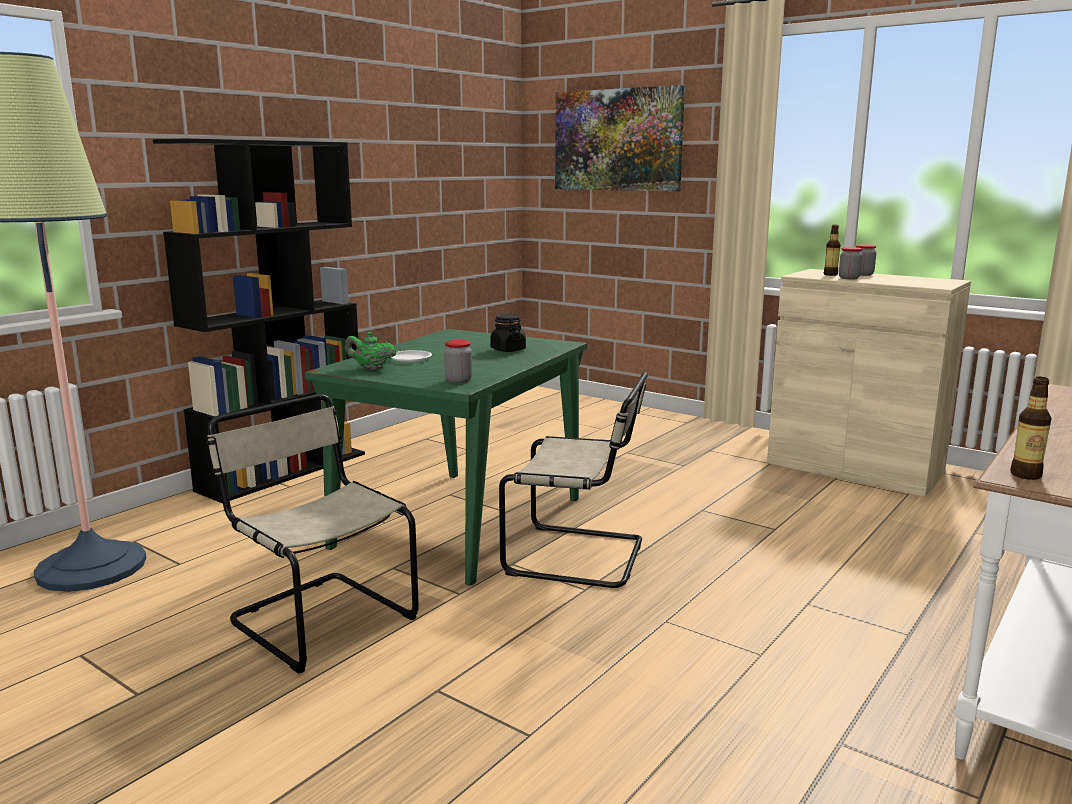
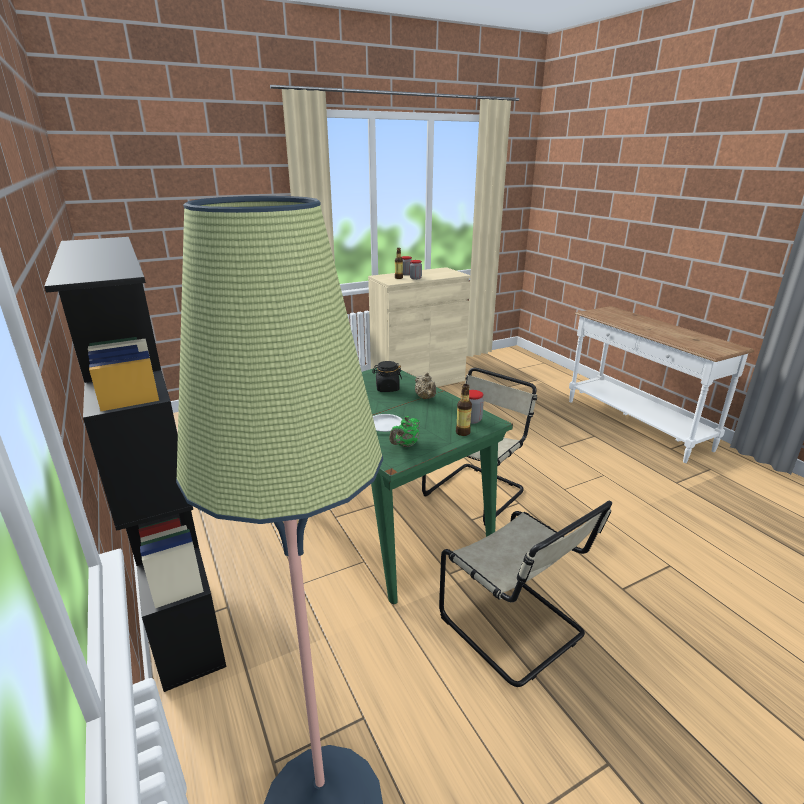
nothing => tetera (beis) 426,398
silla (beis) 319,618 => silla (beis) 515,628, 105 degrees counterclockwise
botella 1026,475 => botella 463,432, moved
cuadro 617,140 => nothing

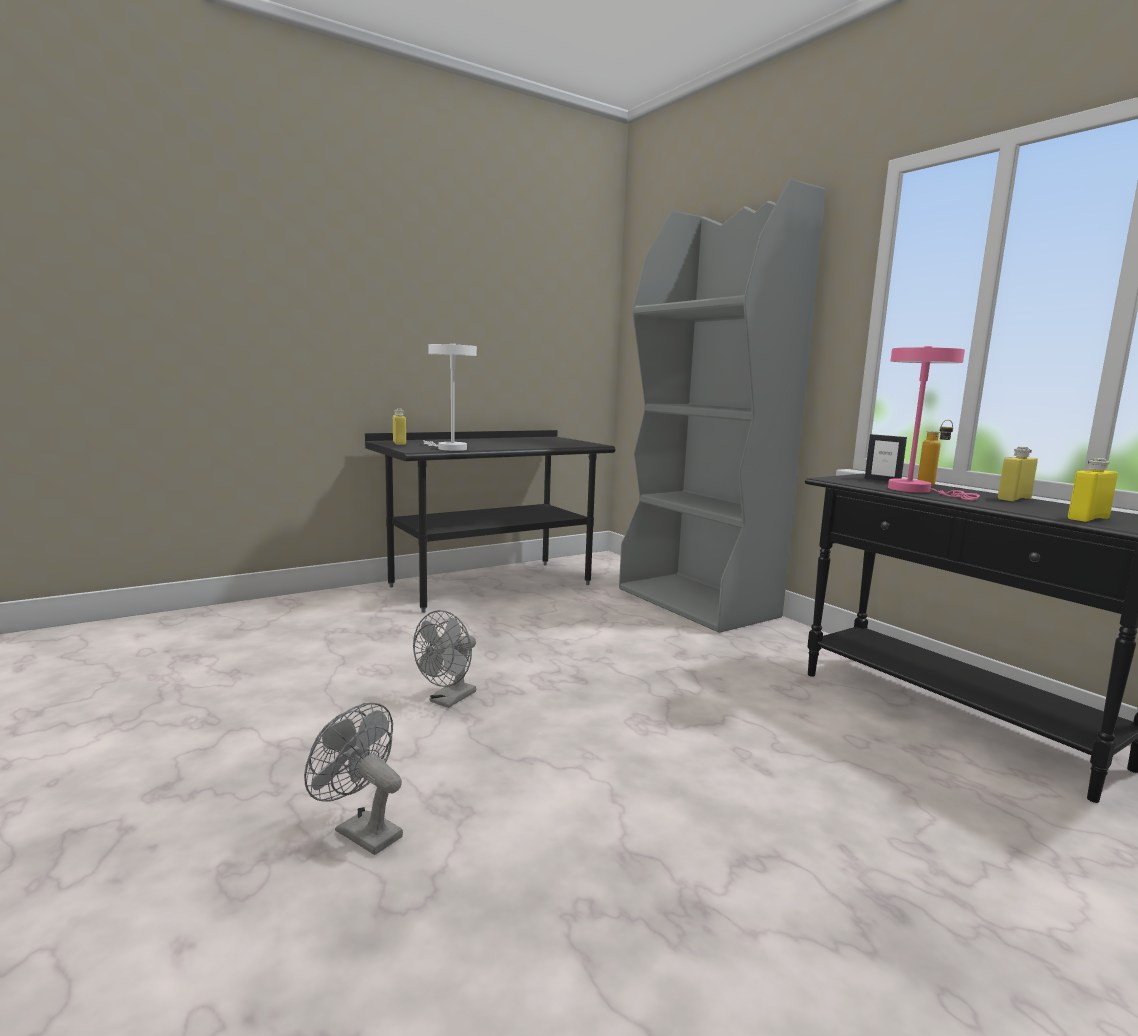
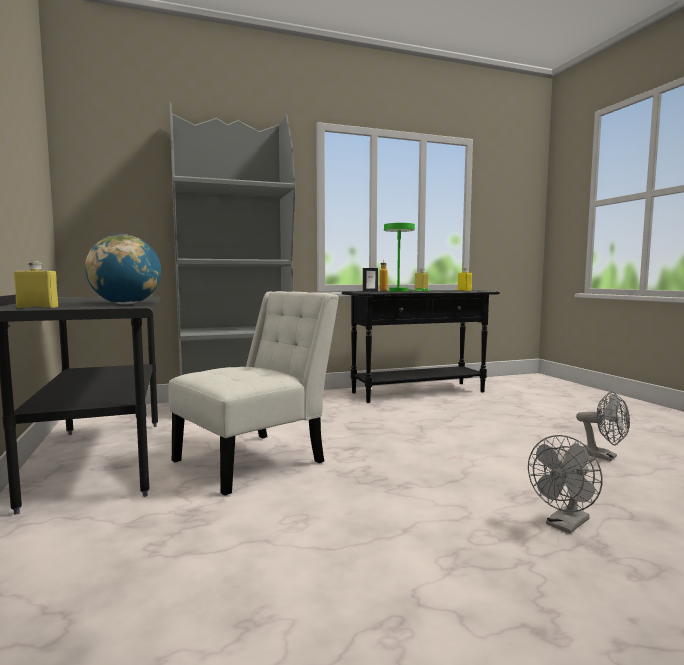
lámpara de mesa (blanco) 448,448 => globo terráqueo 126,304
nothing => silla (blanco) 256,459
lámpara de mesa (rosa) 916,490 => lámpara de mesa (verde) 401,291
ventilador (gris) 448,700 => ventilador (gris) 603,456, moved

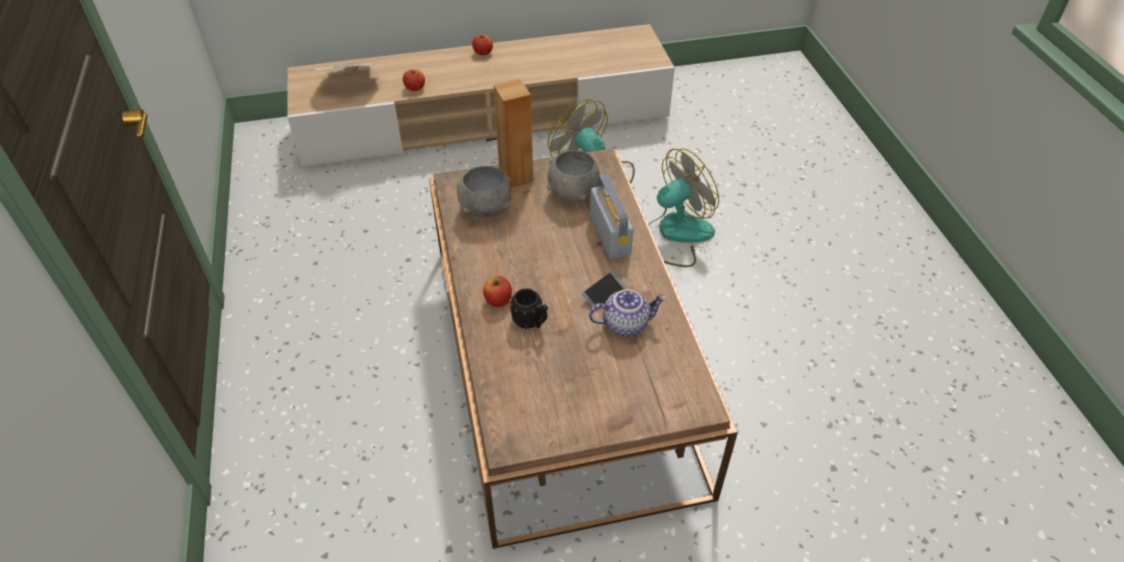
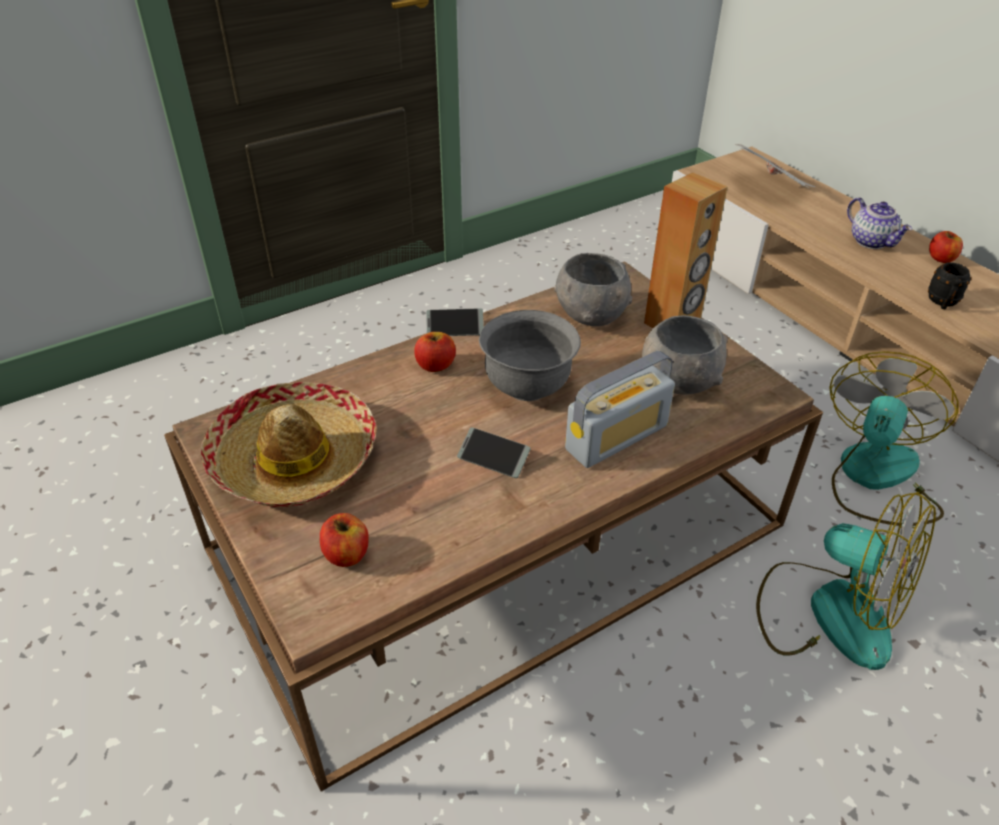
nothing => sombrero 294,458
manzana 415,88 => manzana 347,554, moved
nothing => móvil 455,328
nothing => cuenco (gris) 528,386
tetera 625,323 => tetera 872,241, moved
taza grande (negro) 531,322 => taza grande (negro) 942,303, moved

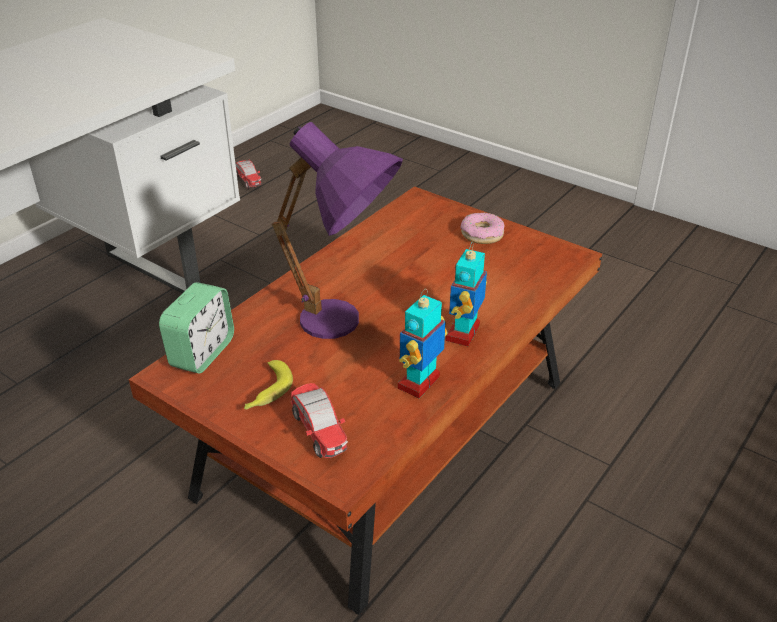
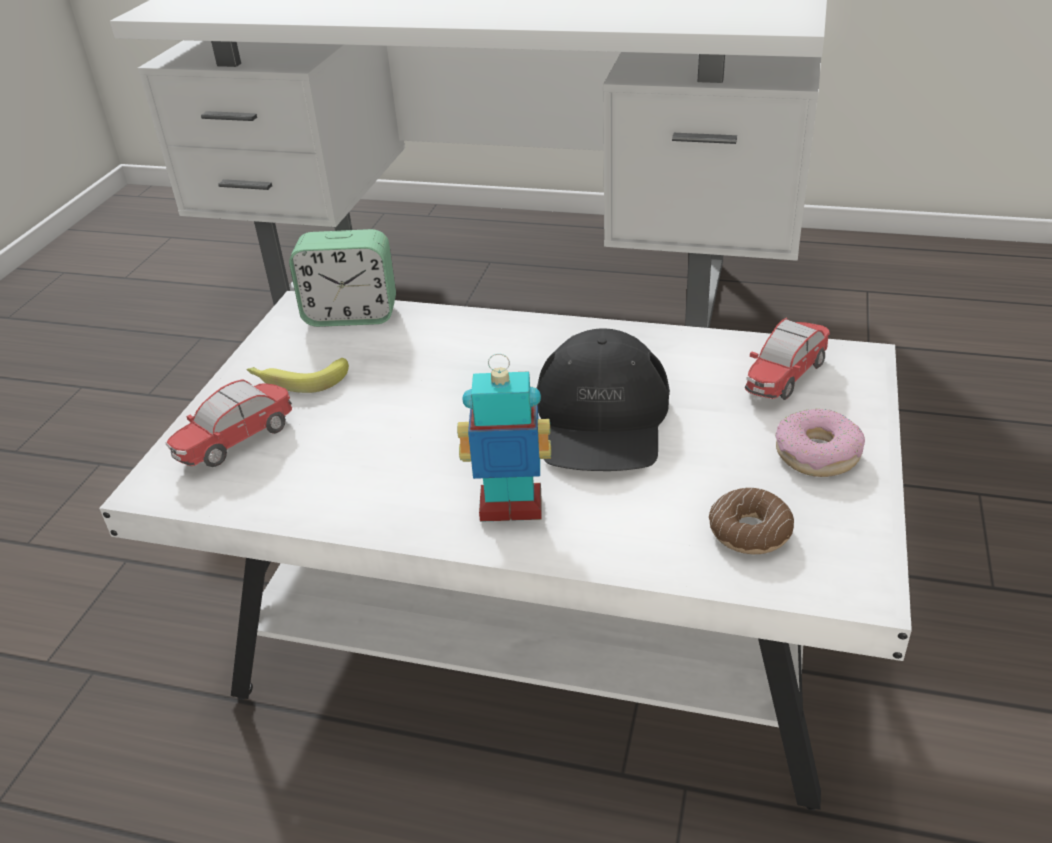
mesa de centro (marrón) 388,441 => mesa de centro (blanco) 543,624
nothing => gorra (negro) 602,420
nothing => rosquilla 750,531
coche de juguete 248,181 => coche de juguete 786,378, moved
lámpara de mesa (morado) 346,330 => nothing
robot de juguete 420,383 => nothing

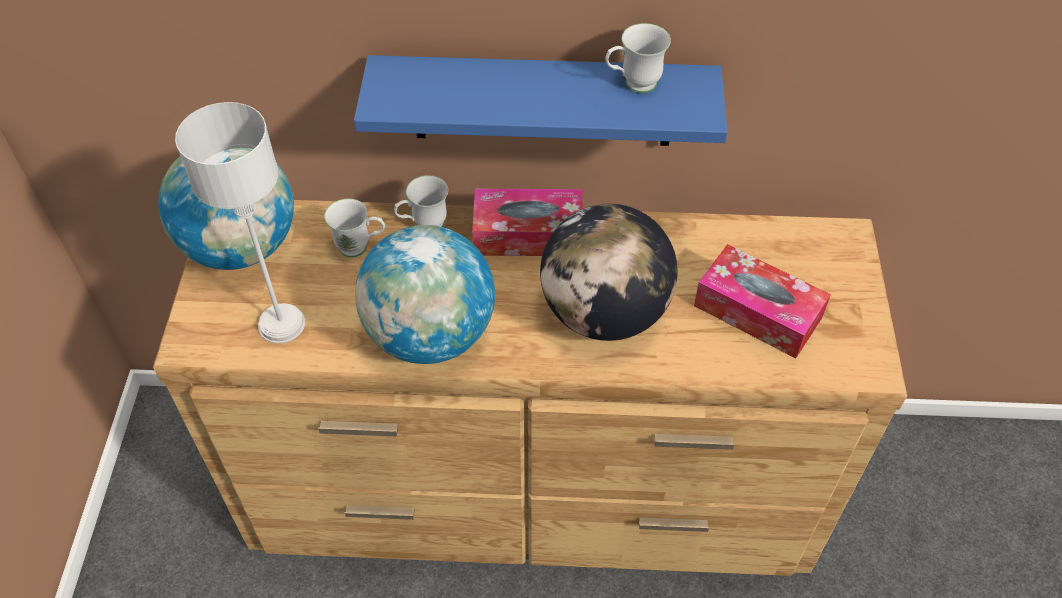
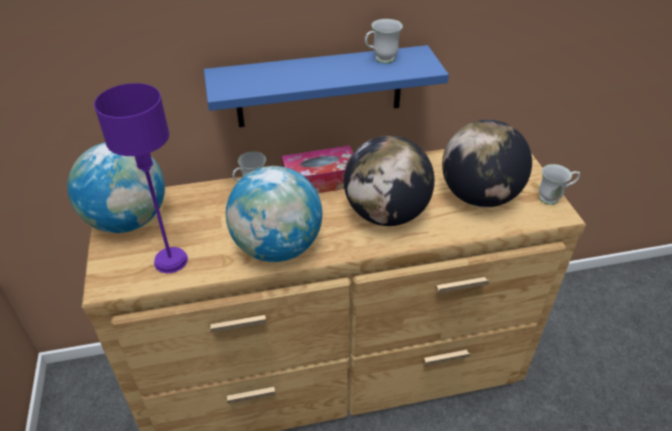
lámpara de mesa (gris) 281,324 => lámpara de mesa (morado) 170,260
caja de pañuelos 757,312 => globo terráqueo 479,196
taza grande (blanco) 360,248 => taza grande (blanco) 553,198, moved

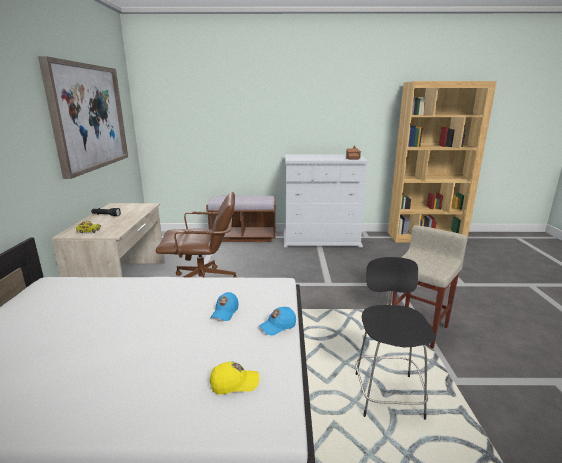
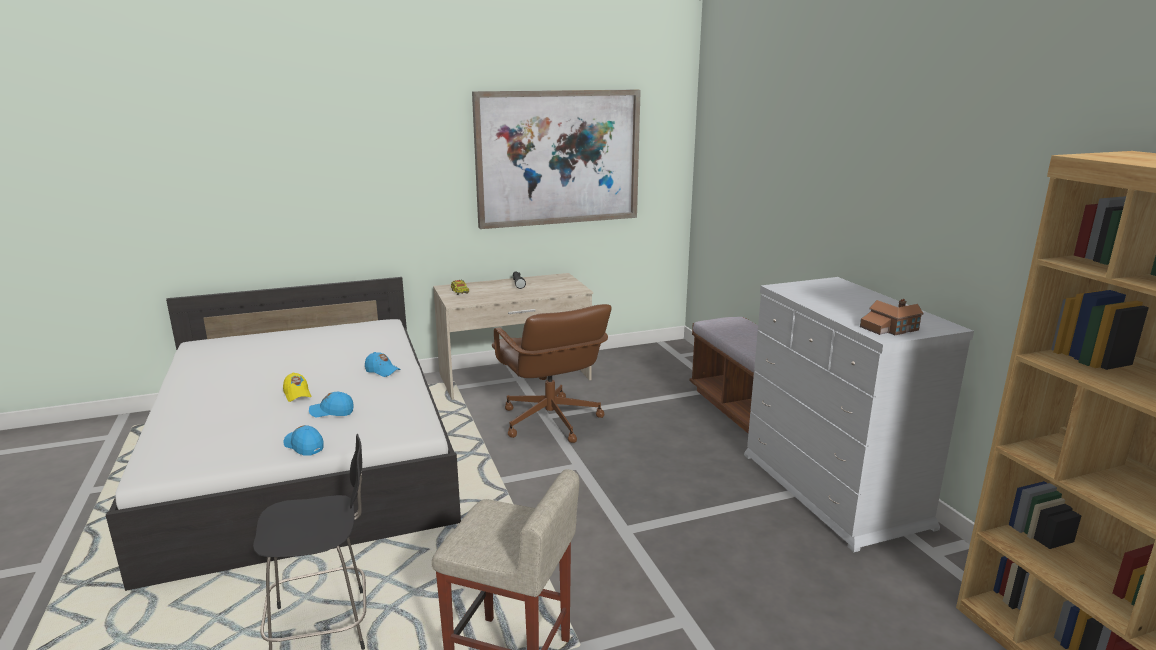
gorra (amarillo) 235,383 => gorra (amarillo) 297,394, moved
nothing => gorra (azul) 382,371

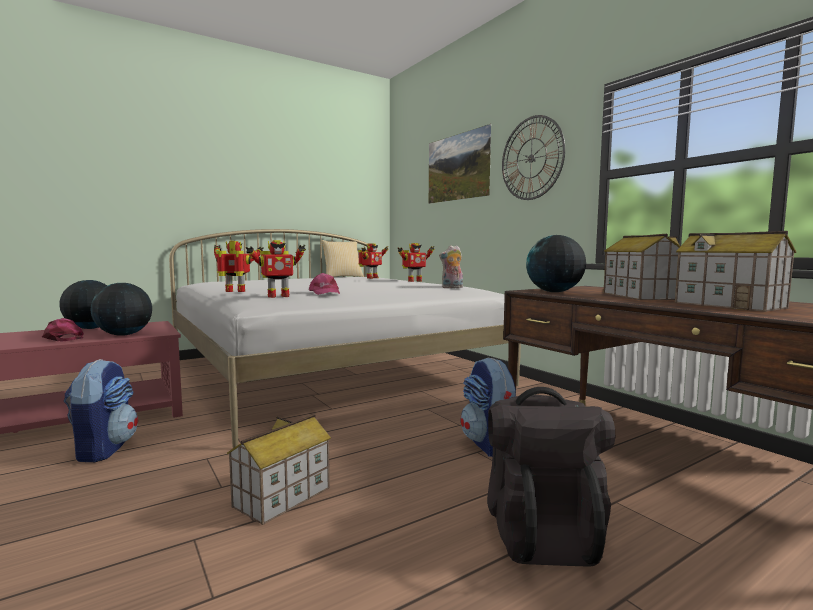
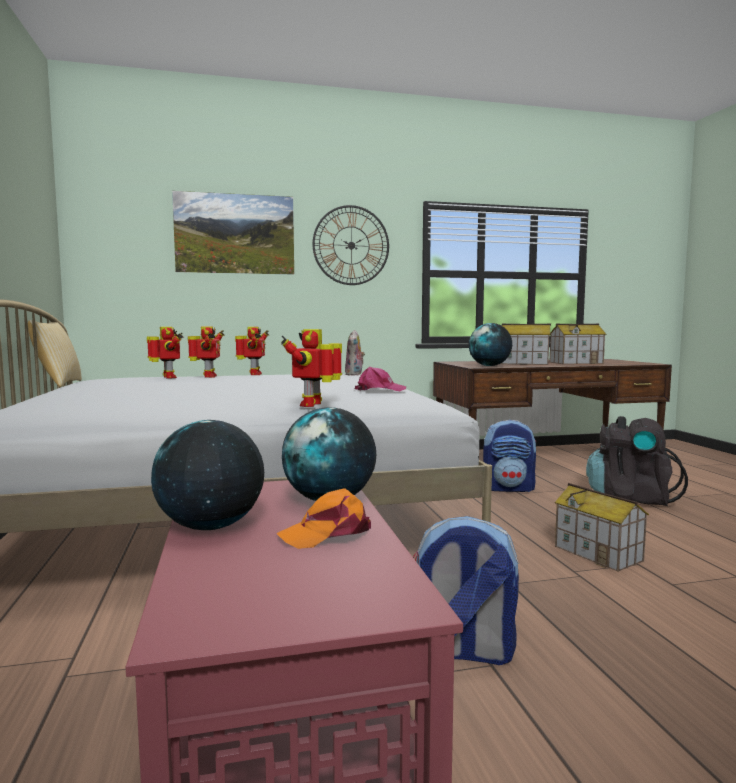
robot de juguete 277,296 => robot de juguete 208,376, moved
gorra (rosa) 63,338 => gorra (naranja) 327,533

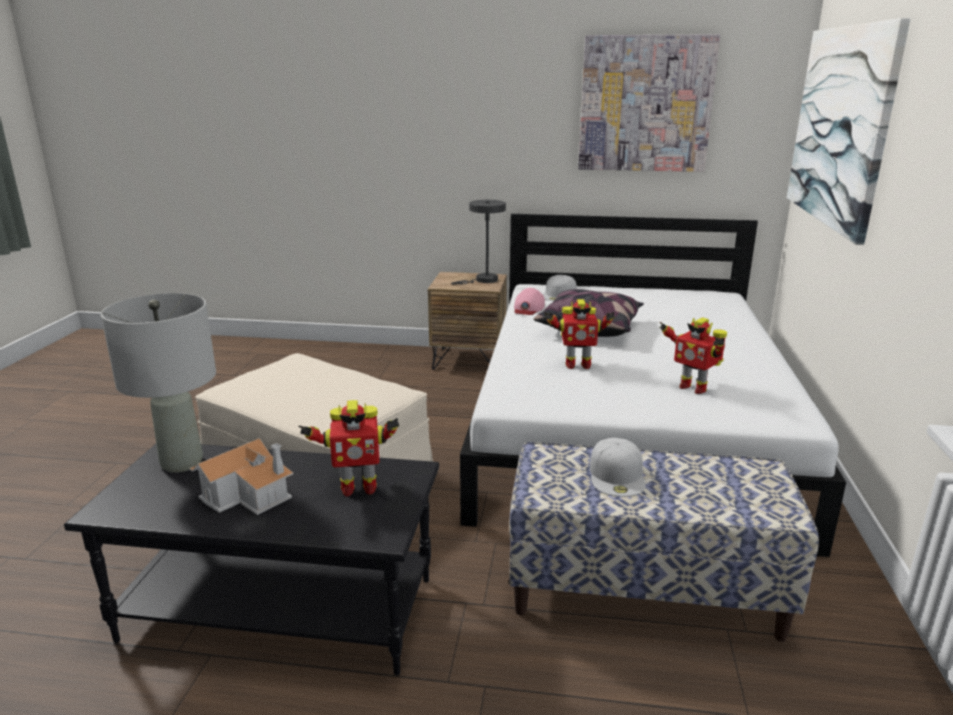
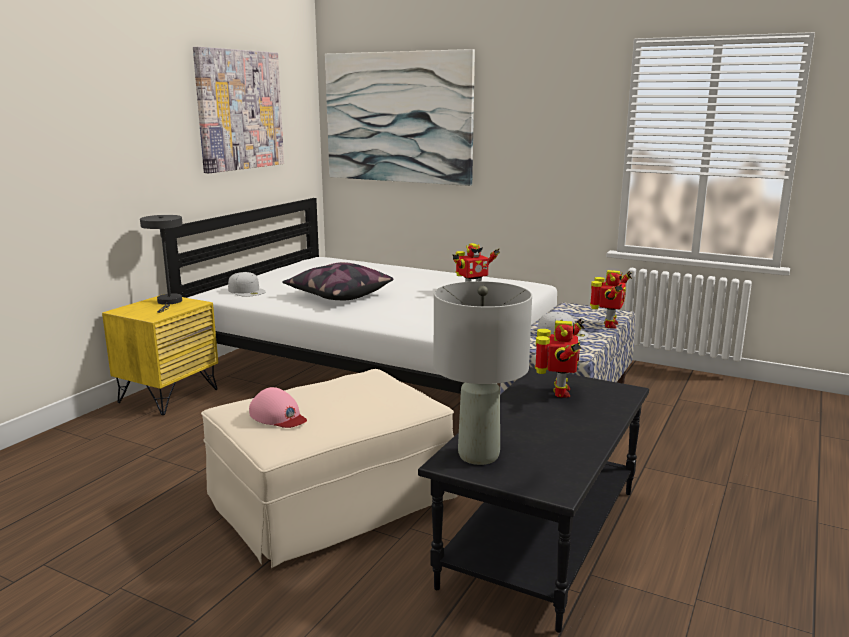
mesita de noche (marrón) 469,360 => mesita de noche (amarillo) 168,396
gorra (rosa) 528,308 => gorra (rosa) 278,416, moved
robot de juguete 577,365 => robot de juguete 608,325, moved
casita 249,494 => nothing

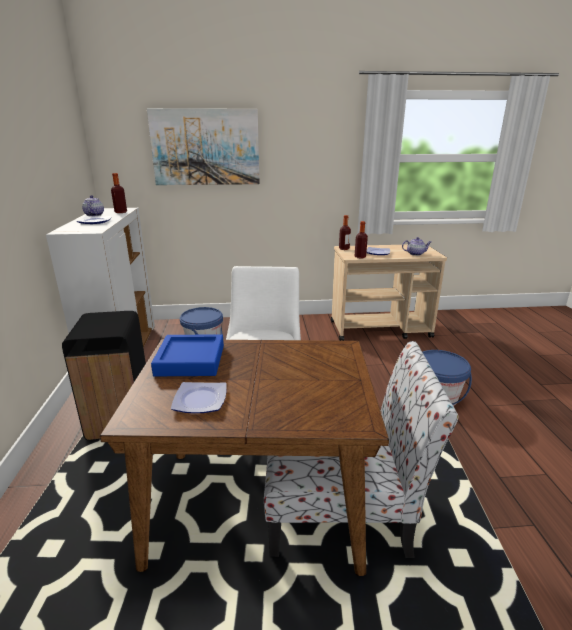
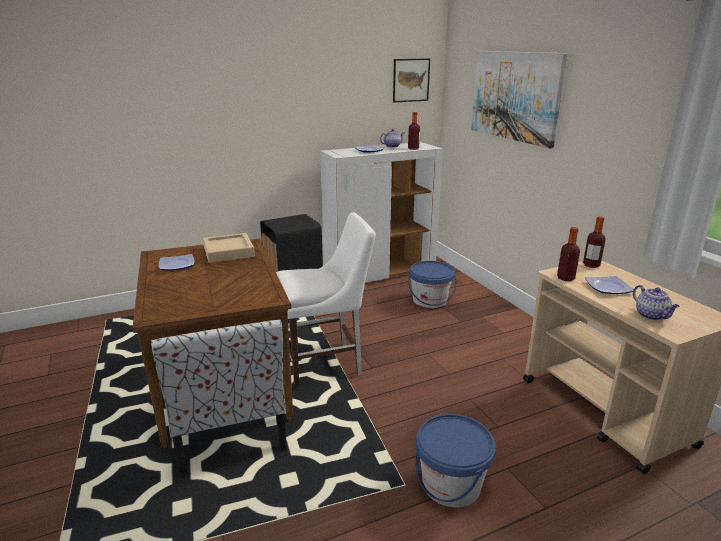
bandeja (azul) 190,360 => bandeja (beis) 228,252
nothing => cuadro 411,80

